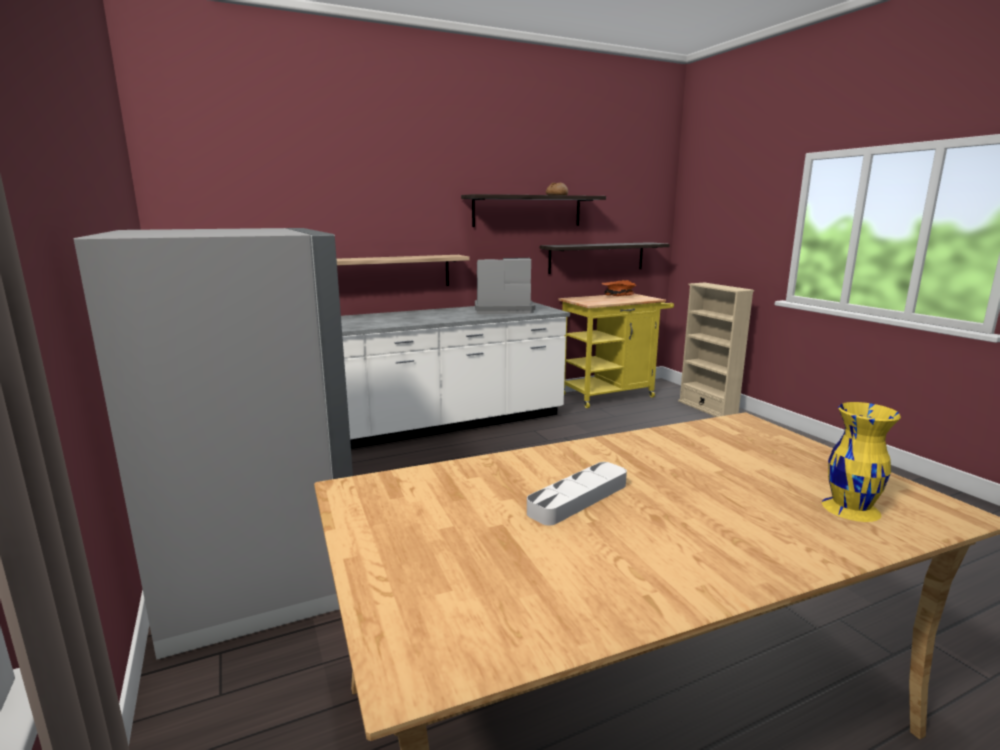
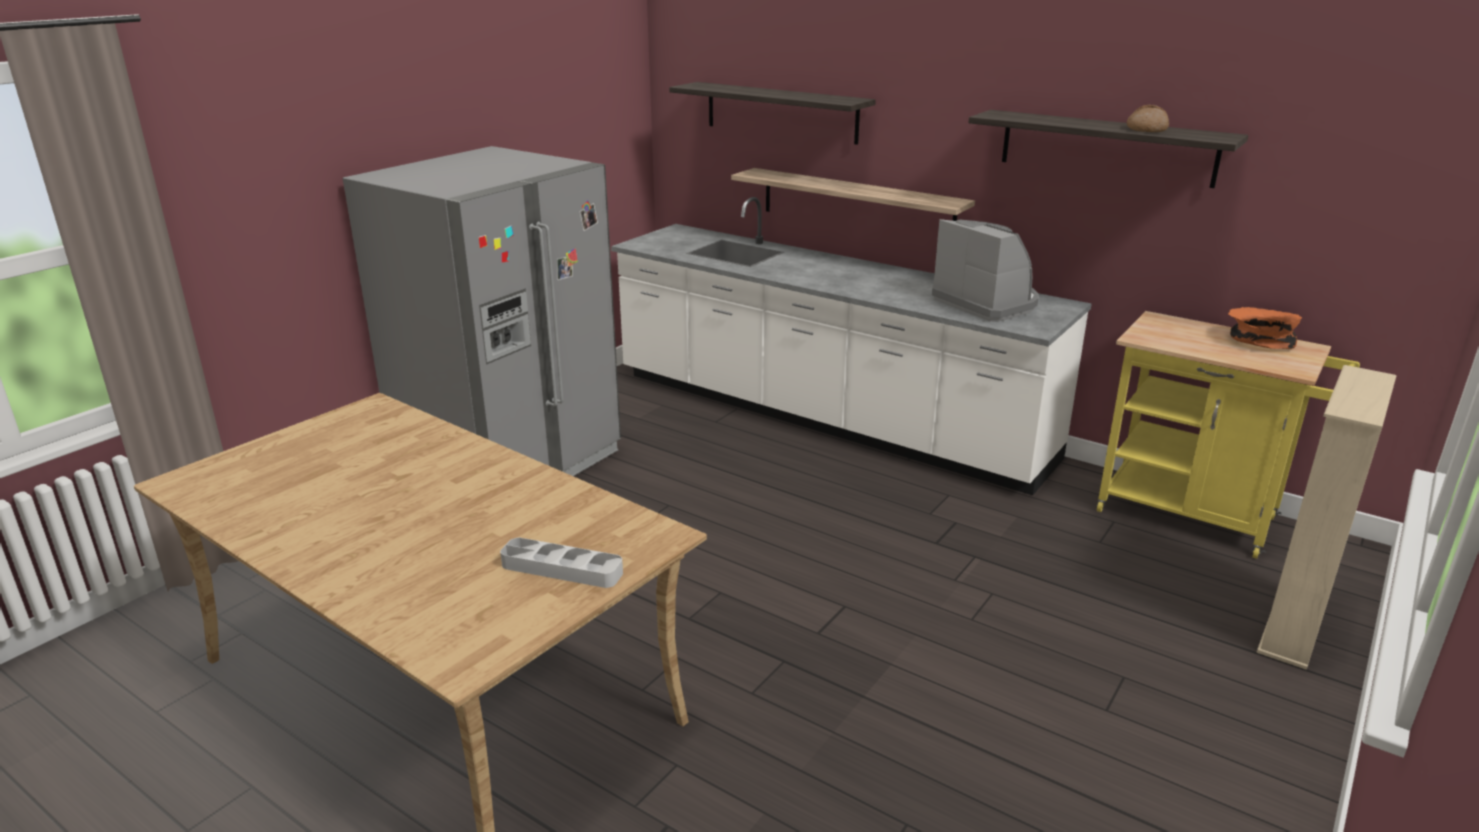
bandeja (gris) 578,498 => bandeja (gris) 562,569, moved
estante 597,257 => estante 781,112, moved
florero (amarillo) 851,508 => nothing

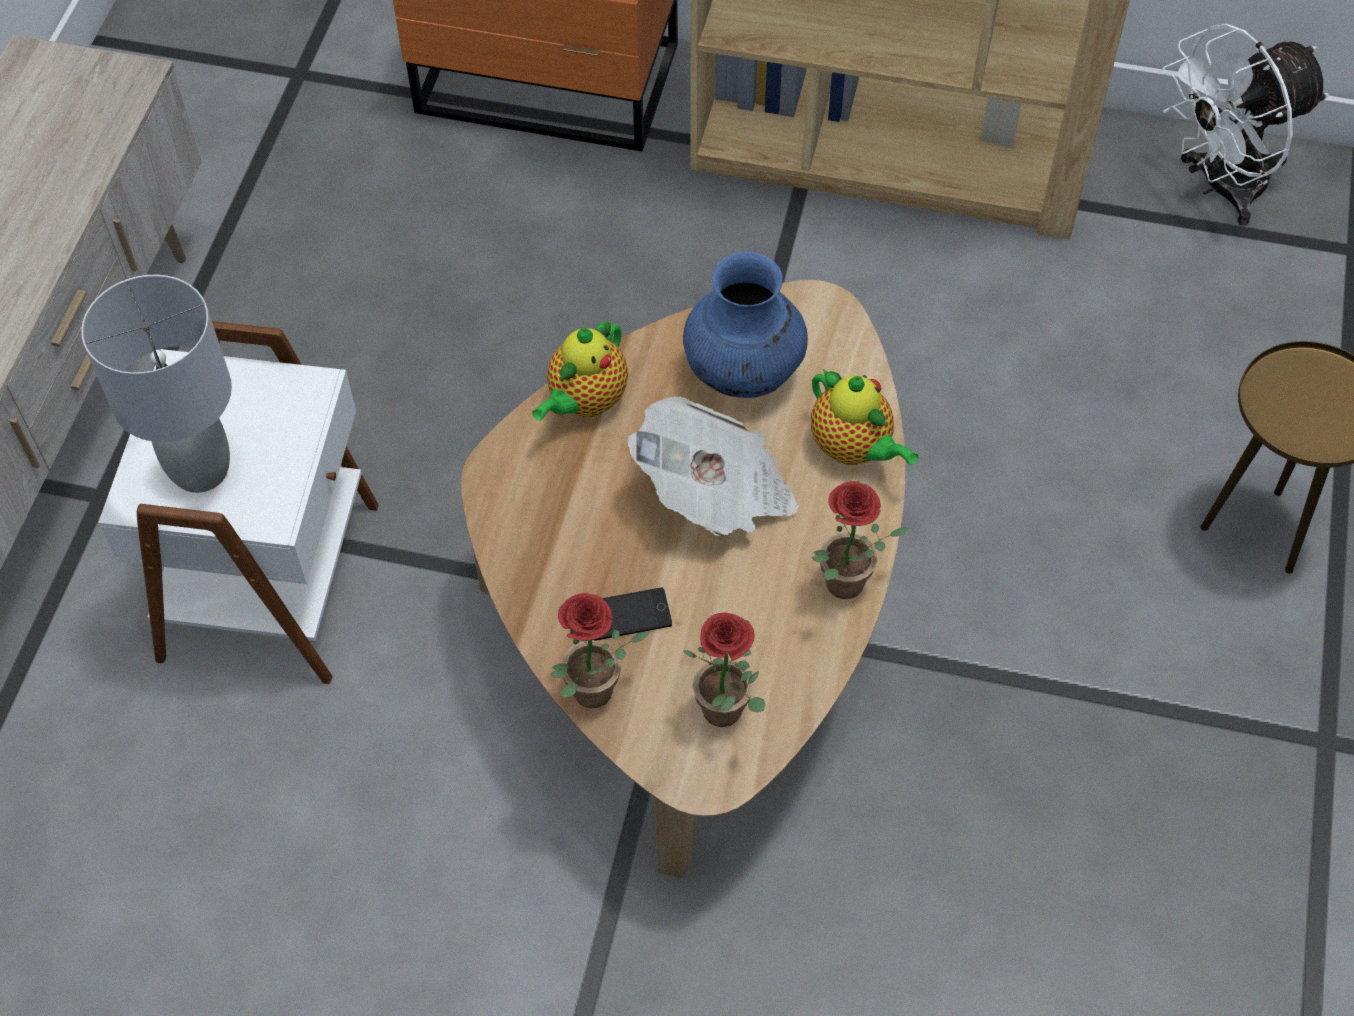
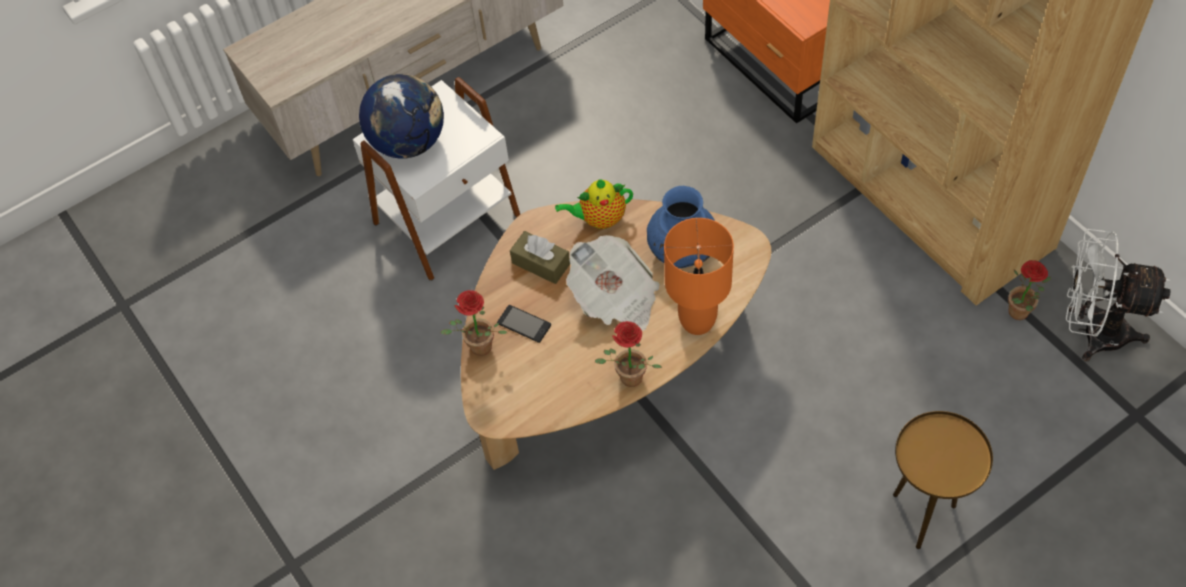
lámpara de mesa (gris) 199,469 => globo terráqueo 408,142
nothing => caja de pañuelos (marrón) 541,263
tetera 854,449 => lámpara de mesa (naranja) 697,321
planta en maceta 729,714 => planta en maceta 1020,315, moved

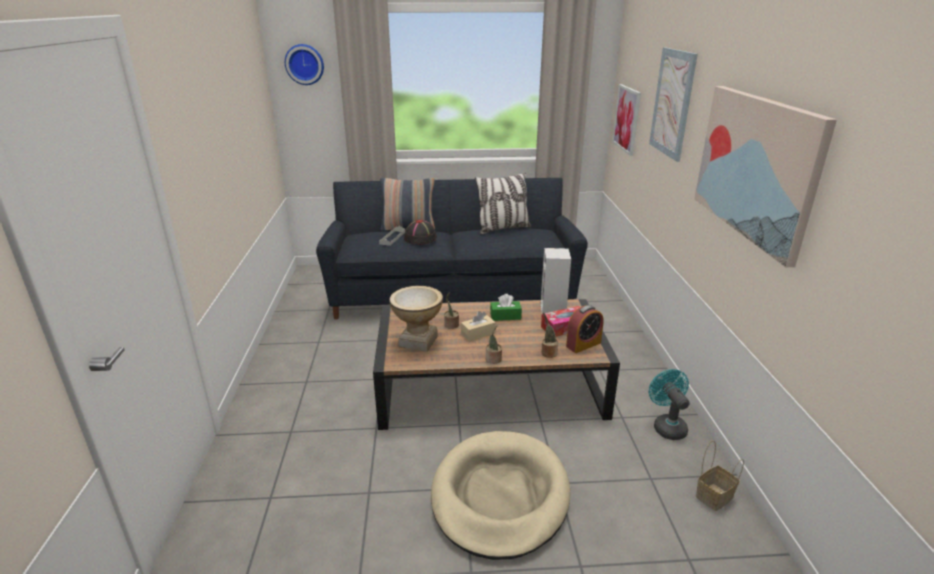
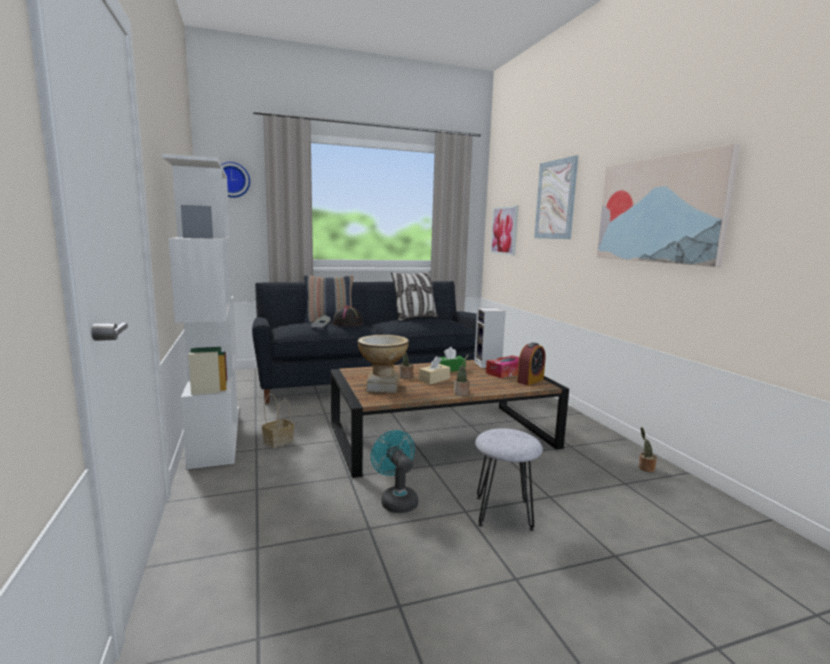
nothing => estantería (blanco) 215,434
cesta 714,496 => cesta 279,441, moved
ventilador (turquesa) 666,426 => ventilador (turquesa) 396,500, moved
cama para perro (beis) 499,496 => taburete (gris) 503,513
planta en maceta 548,353 => planta en maceta 645,468, moved

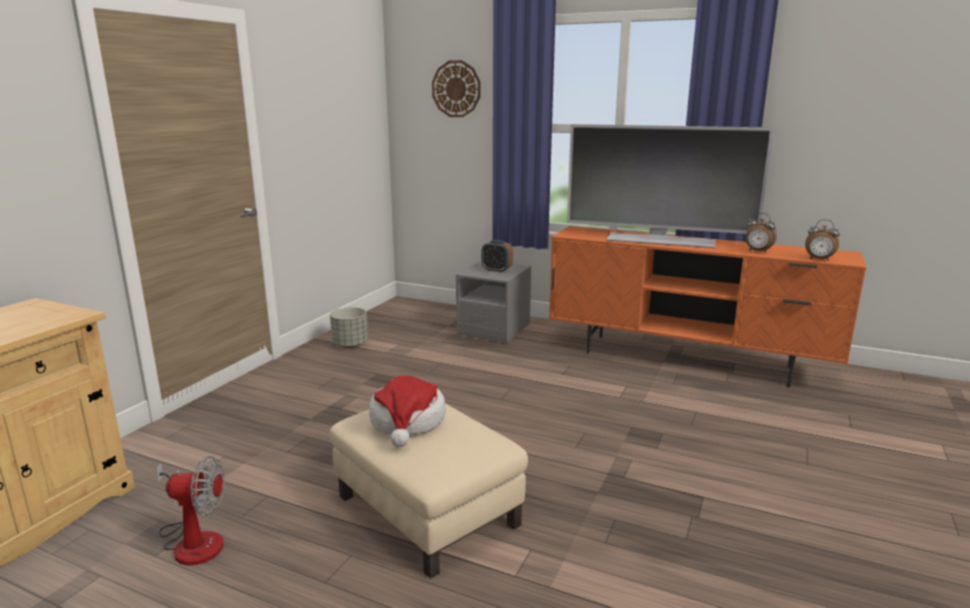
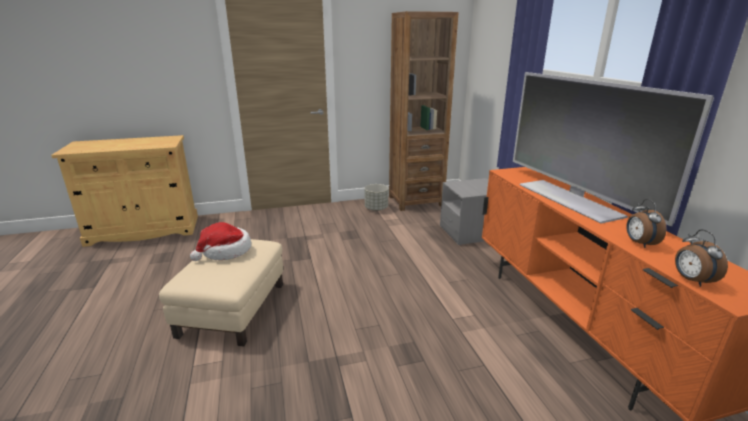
nothing => estantería (marrón) 415,201
ventilador 193,540 => nothing
reloj de pared 456,89 => nothing
despertador 497,270 => nothing

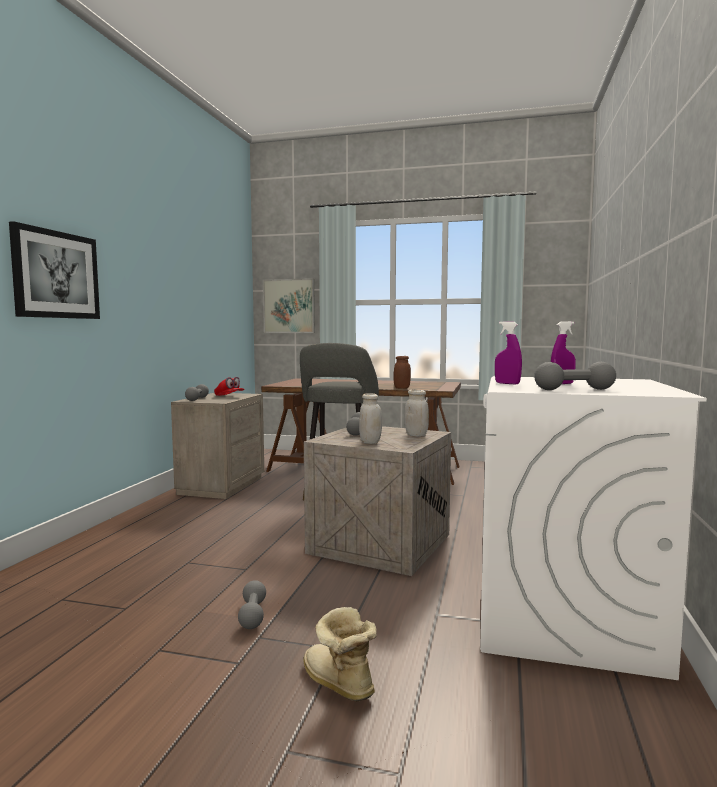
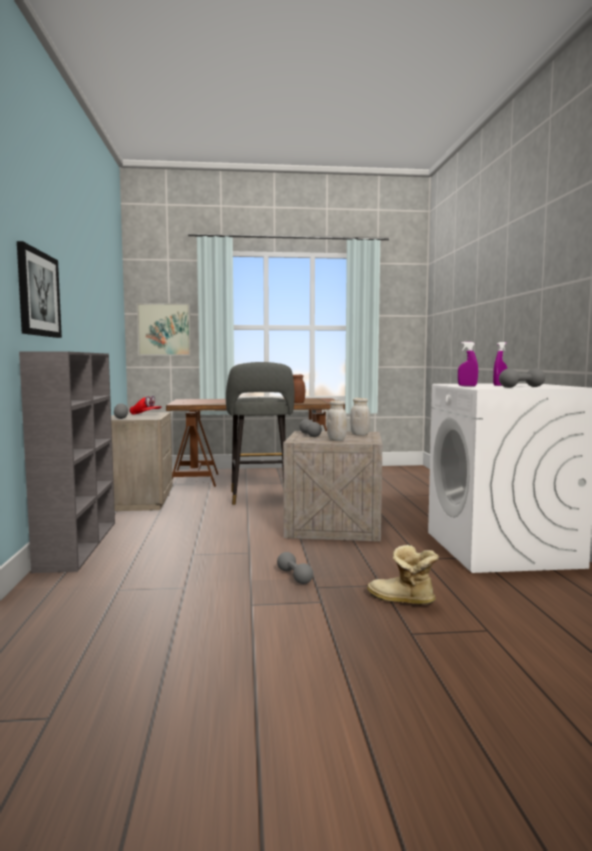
nothing => estantería (gris) 78,544

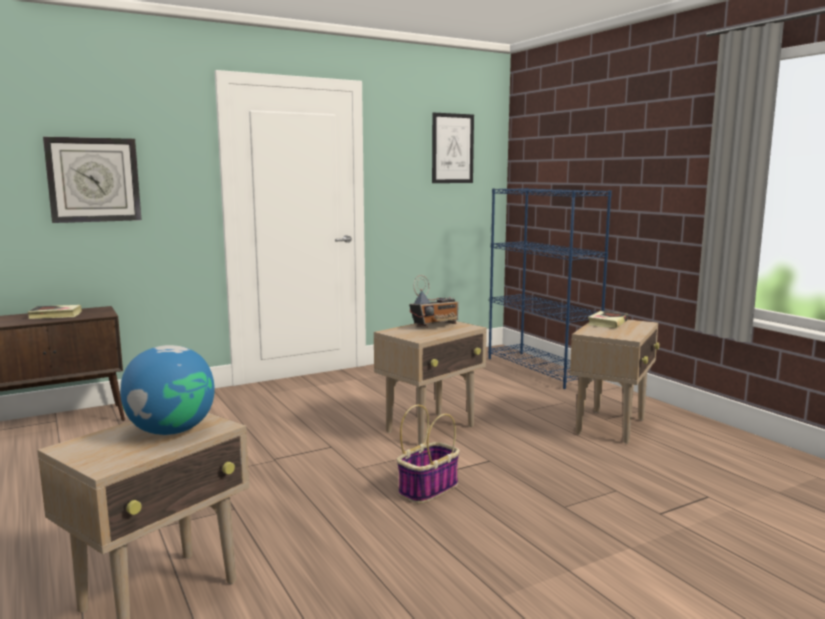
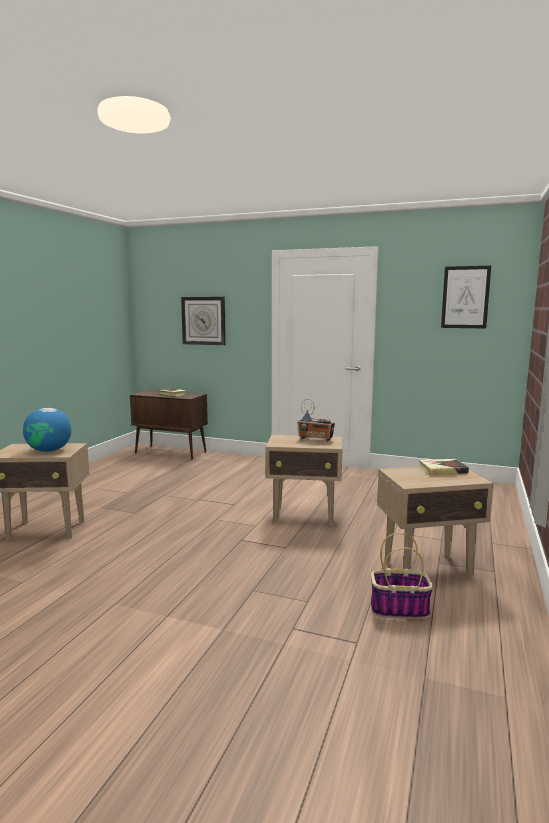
cesta 428,489 => cesta 400,609, moved
estantería (azul) 542,369 => nothing

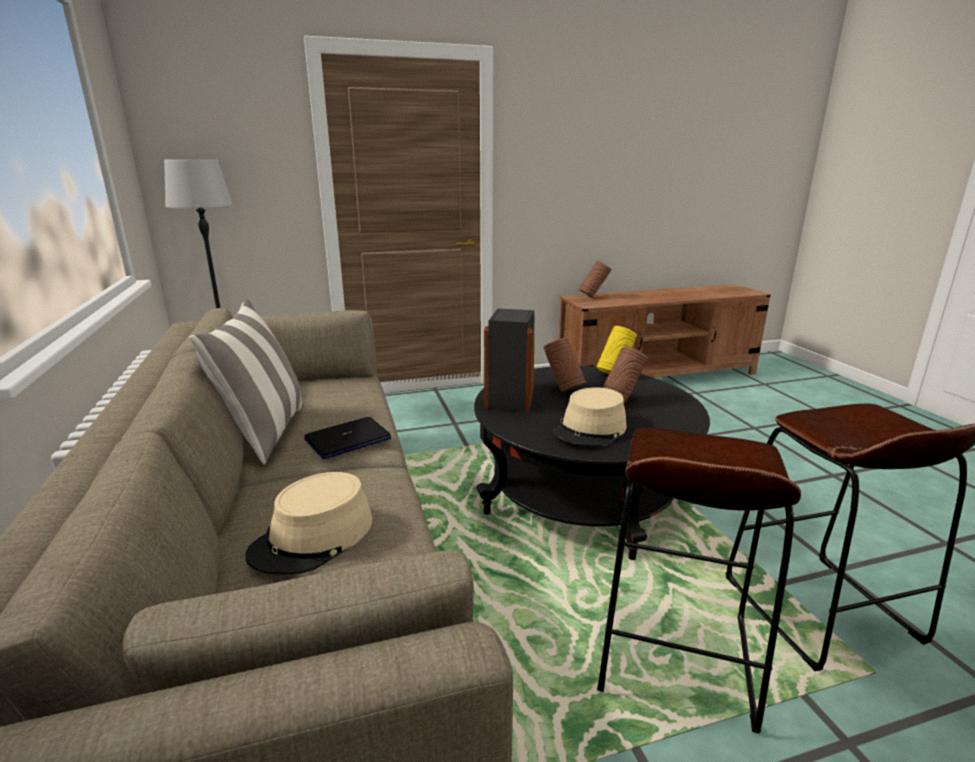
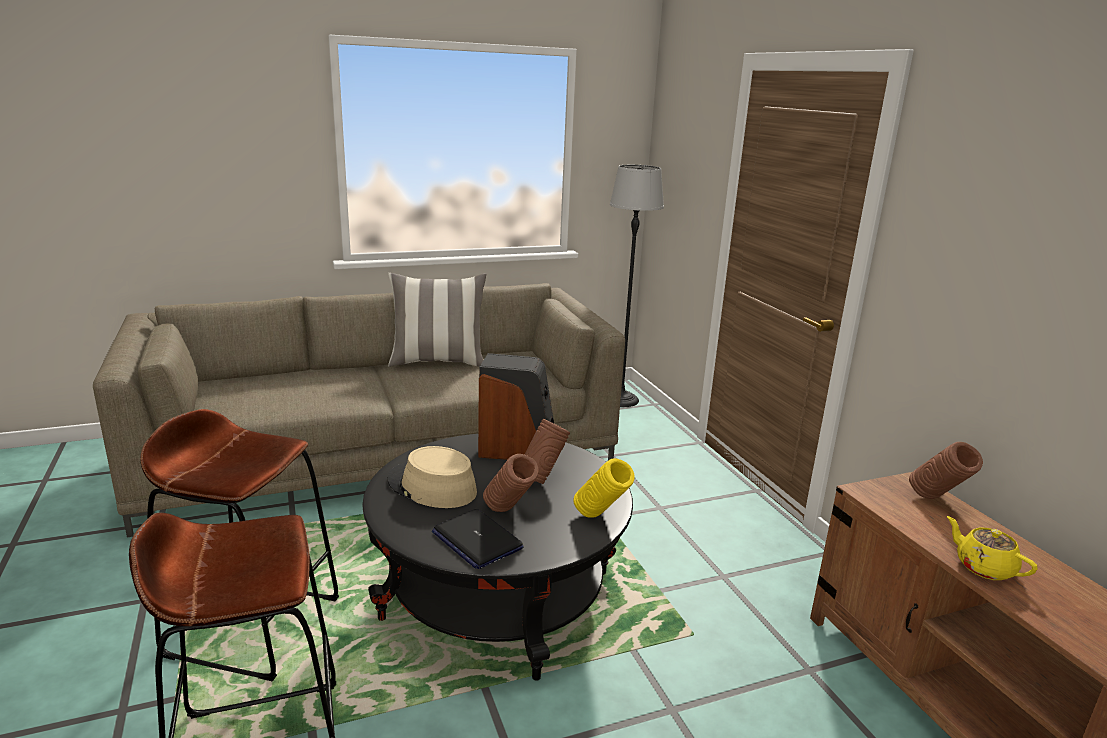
portátil 348,439 => portátil 476,540, moved
nothing => tetera (amarillo) 983,567
sombrero (beis) 313,537 => nothing

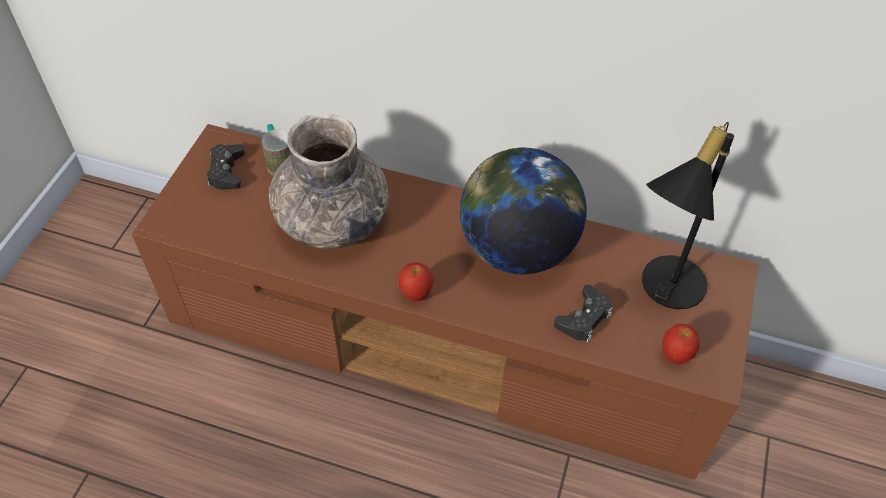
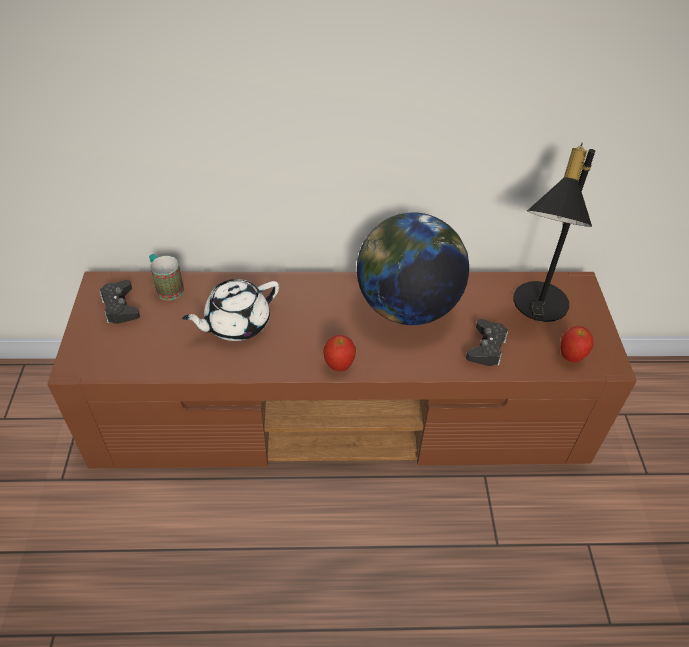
florero (gris) 331,220 => tetera (blanco) 236,324

